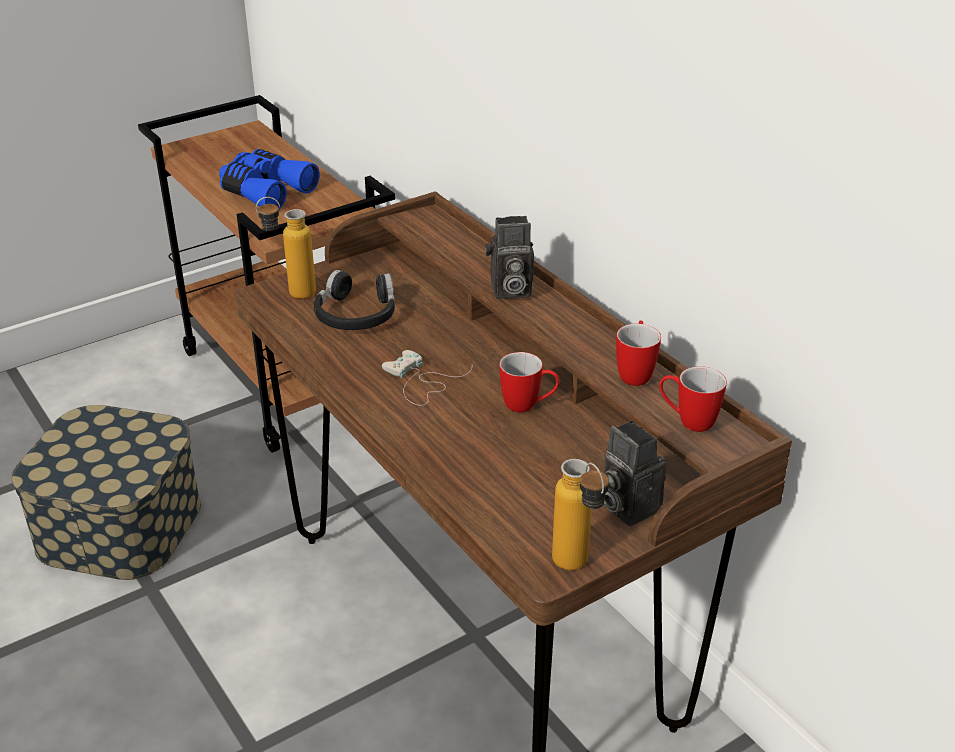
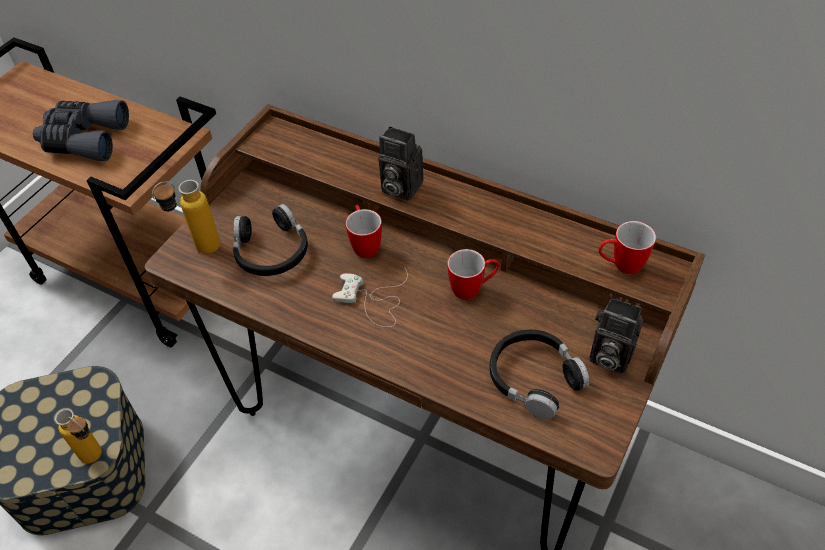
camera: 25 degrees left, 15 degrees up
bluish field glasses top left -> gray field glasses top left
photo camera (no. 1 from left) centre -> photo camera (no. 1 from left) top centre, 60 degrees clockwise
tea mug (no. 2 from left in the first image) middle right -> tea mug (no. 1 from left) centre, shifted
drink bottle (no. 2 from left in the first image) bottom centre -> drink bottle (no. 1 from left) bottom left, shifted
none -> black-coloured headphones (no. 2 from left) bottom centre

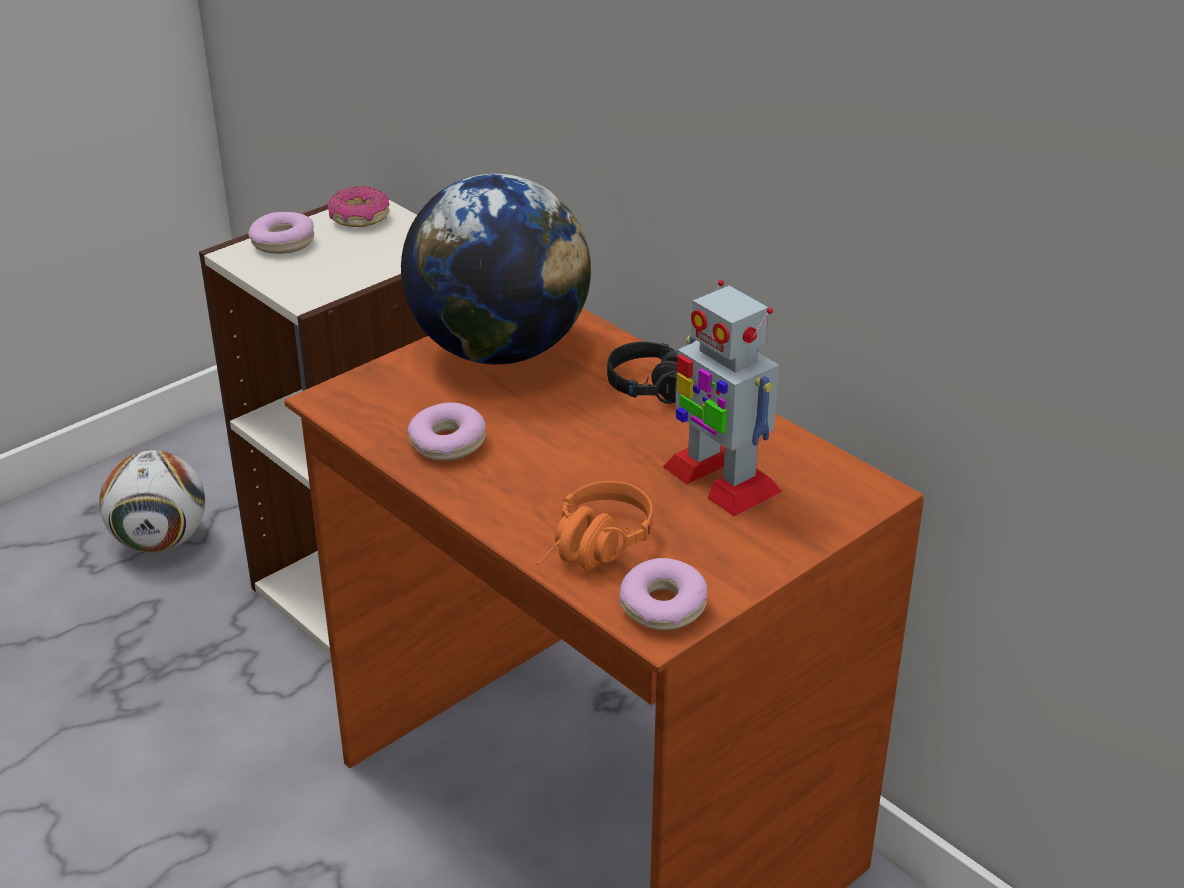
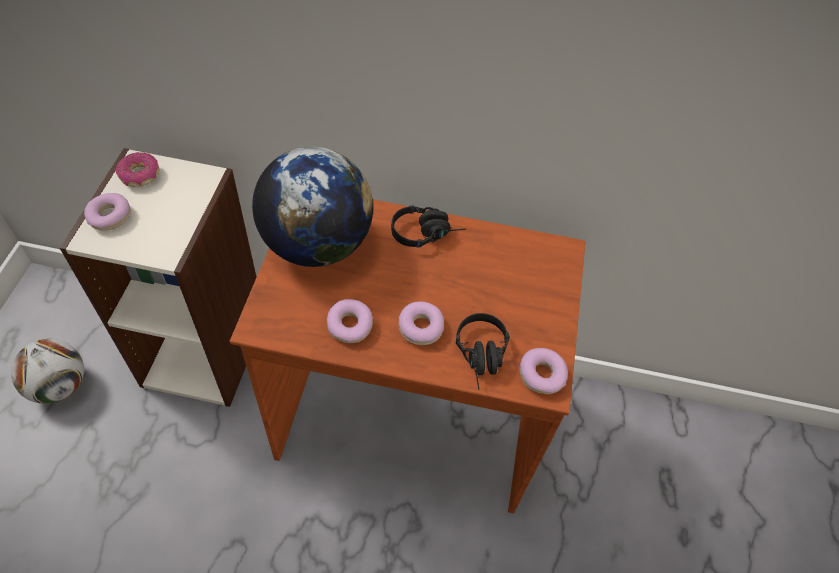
camera: 40 degrees left, 20 degrees up
toy robot centre -> none
orange-coloured headphones centre -> black-coloured headphones (no. 2 from left) centre
none -> ring doughnut (no. 4 from left) centre

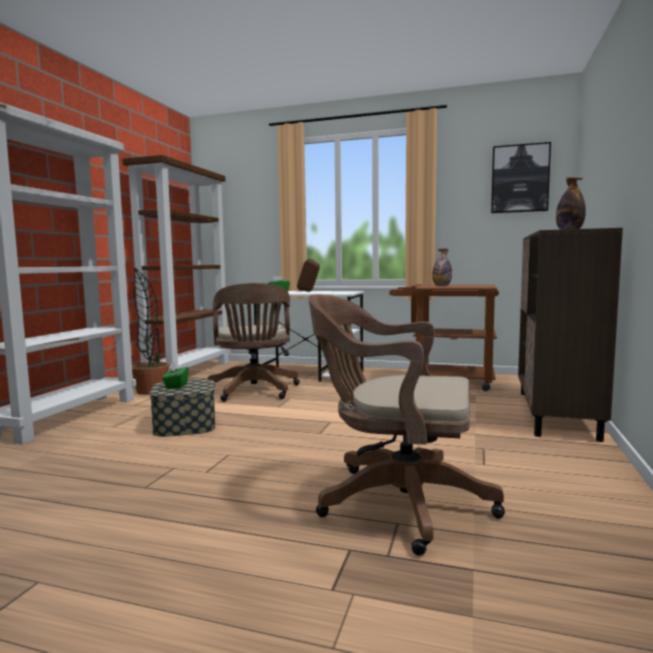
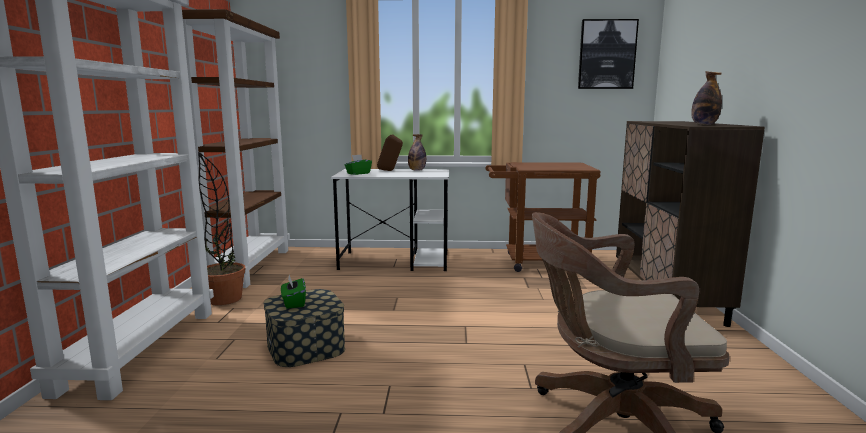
camera: 15 degrees left, 5 degrees up
drink bottle (no. 1 from left) middle right -> drink bottle (no. 1 from left) centre, shifted
brownish office chair (no. 1 from left) centre -> none

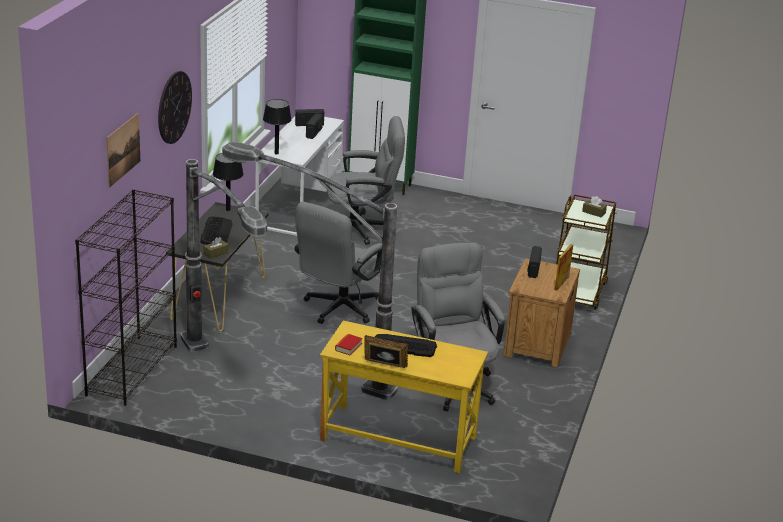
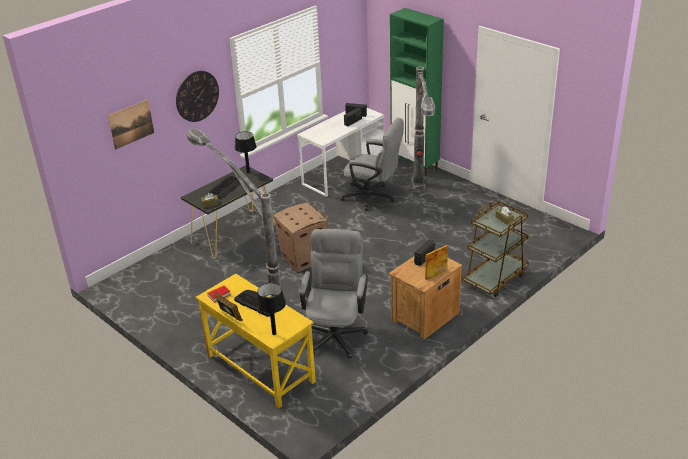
camera: 30 degrees right, 5 degrees up
black-coloured table lamp (no. 2 from left) top centre -> black-coloured table lamp (no. 2 from left) bottom centre, shifted
standard lamp (no. 1 from left in the first image) middle left -> standard lamp (no. 2 from left) top centre, shifted
black-coloured bookcase middle left -> none
gray office chair (no. 1 from left) centre -> carton centre

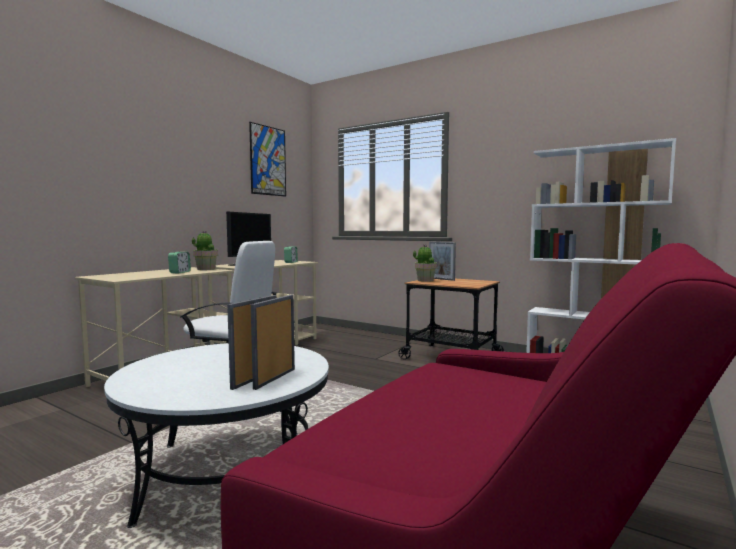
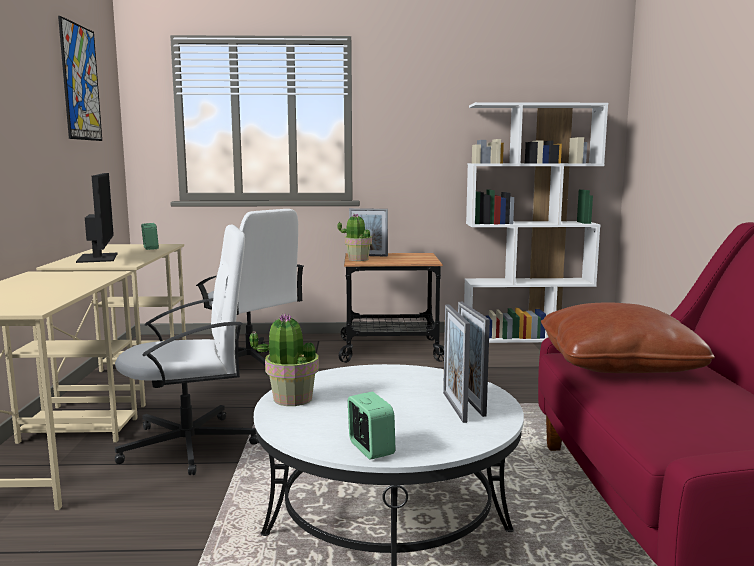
camera: 35 degrees left, 5 degrees up
houseplant (no. 1 from left) middle left -> houseplant (no. 1 from left) centre, shifted
bedside clock (no. 1 from left in the first image) middle left -> bedside clock (no. 2 from left) bottom centre, shifted
none -> white office chair (no. 2 from left) middle left
none -> brownish cushion middle right

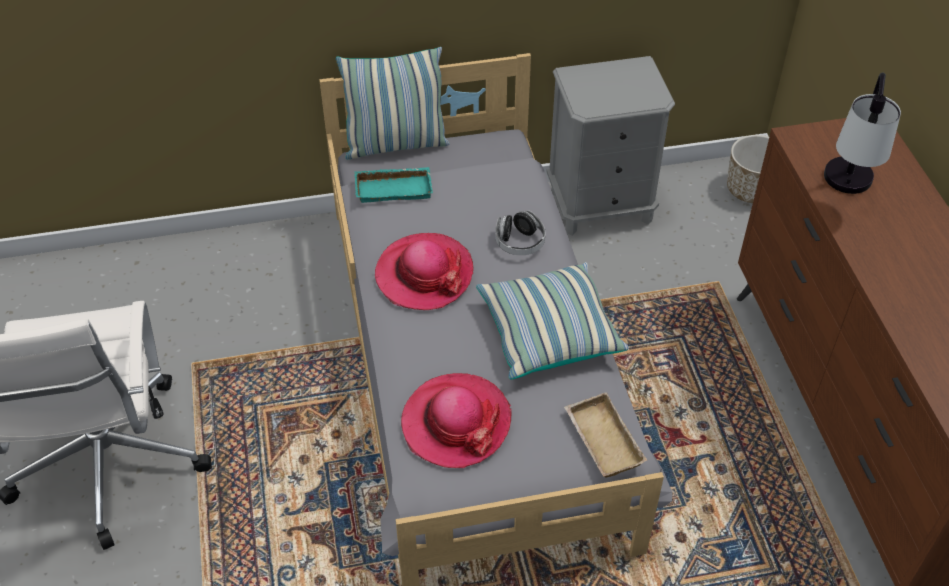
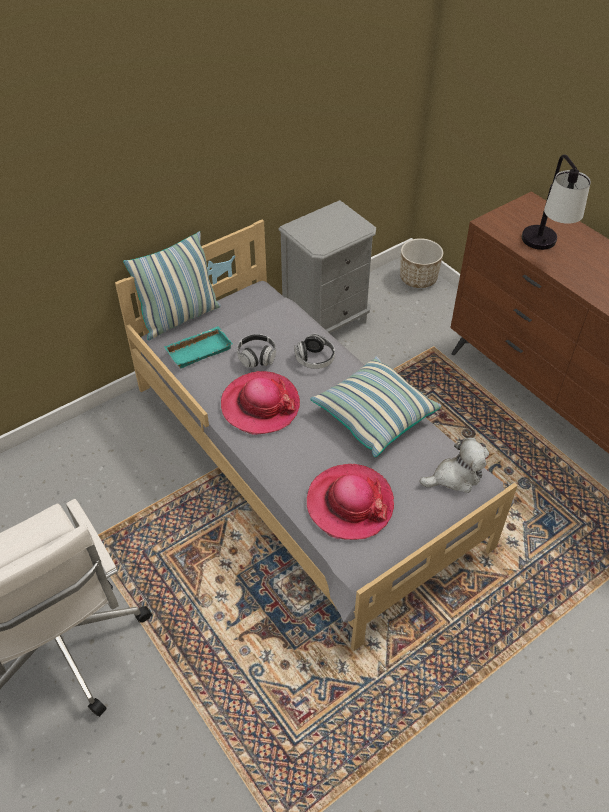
camera: 25 degrees left, 0 degrees up
beige-coloured carrying tray bottom centre -> cuddly toy middle right
none -> headphones (no. 1 from left) centre

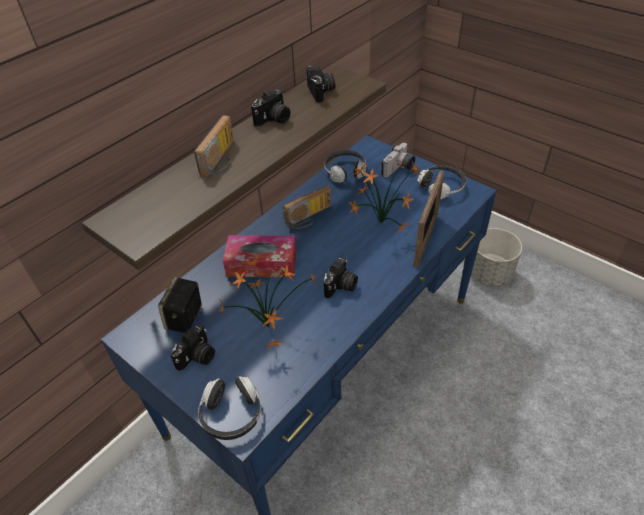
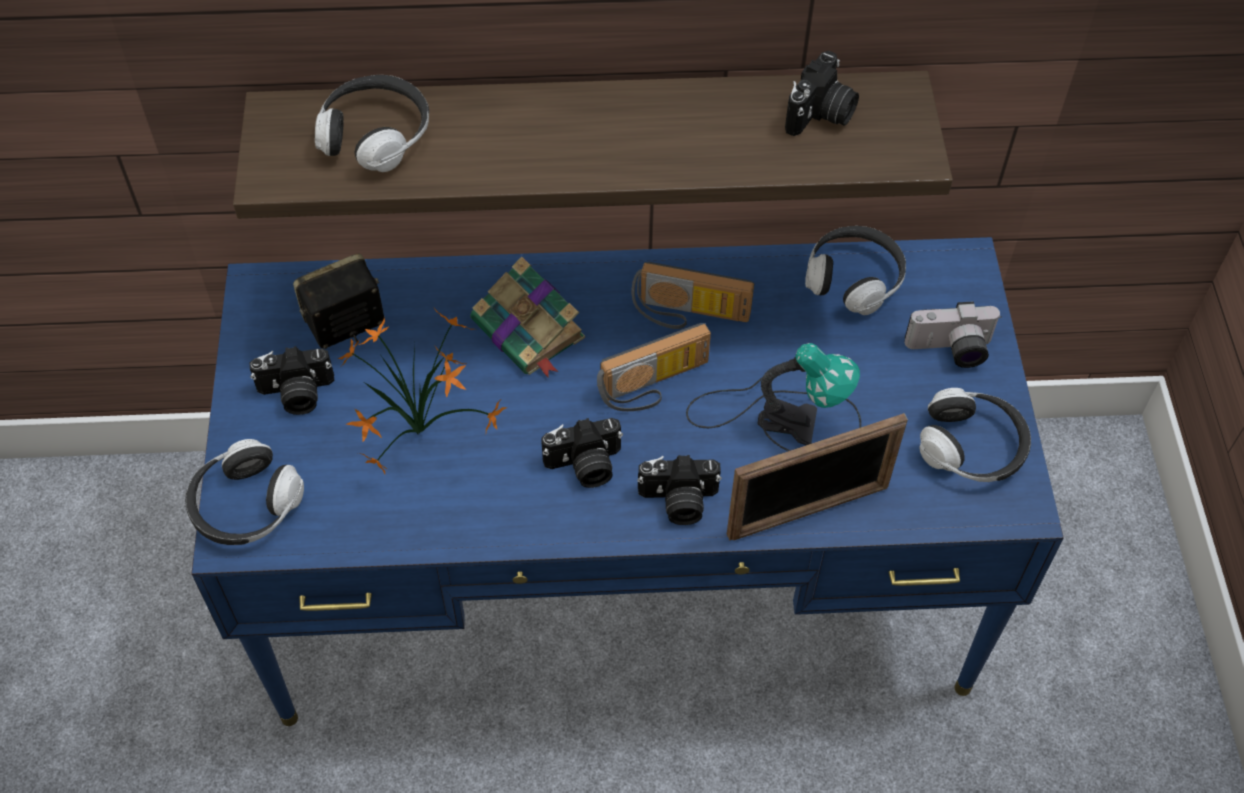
camera: 45 degrees right, 10 degrees up
photo camera (no. 2 from left in the first image) top centre -> photo camera (no. 3 from left) centre, shifted
radio set (no. 1 from left) top left -> radio set (no. 1 from left) centre, shifted
houseplant (no. 2 from left) centre -> table lamp centre
gray planter middle right -> none
tissue box centre -> book centre
none -> headphones (no. 2 from left) top left

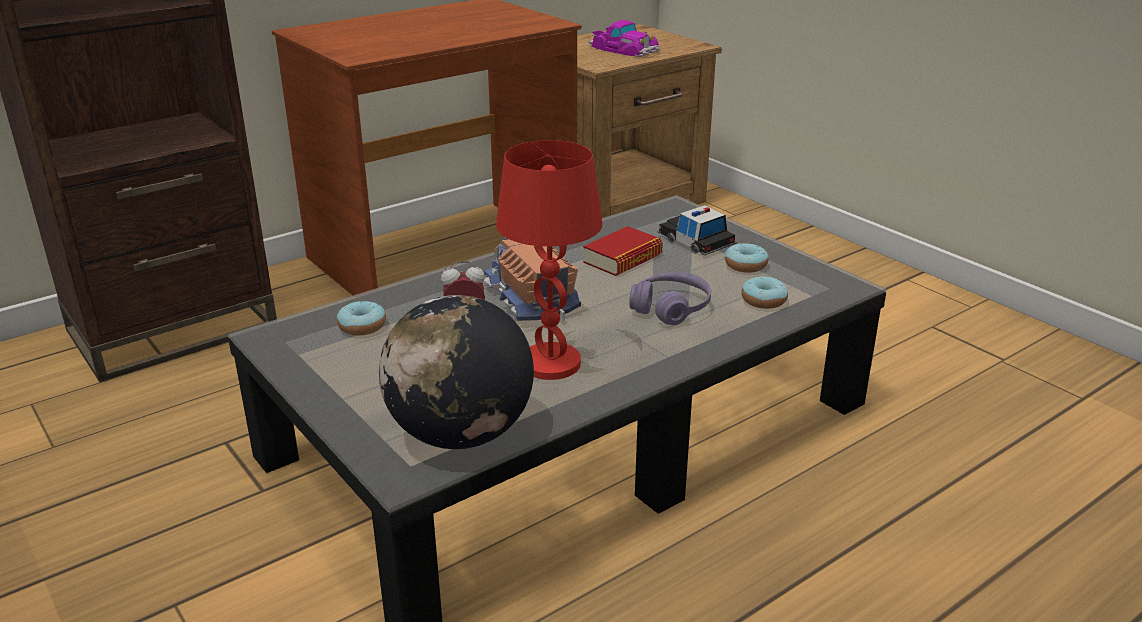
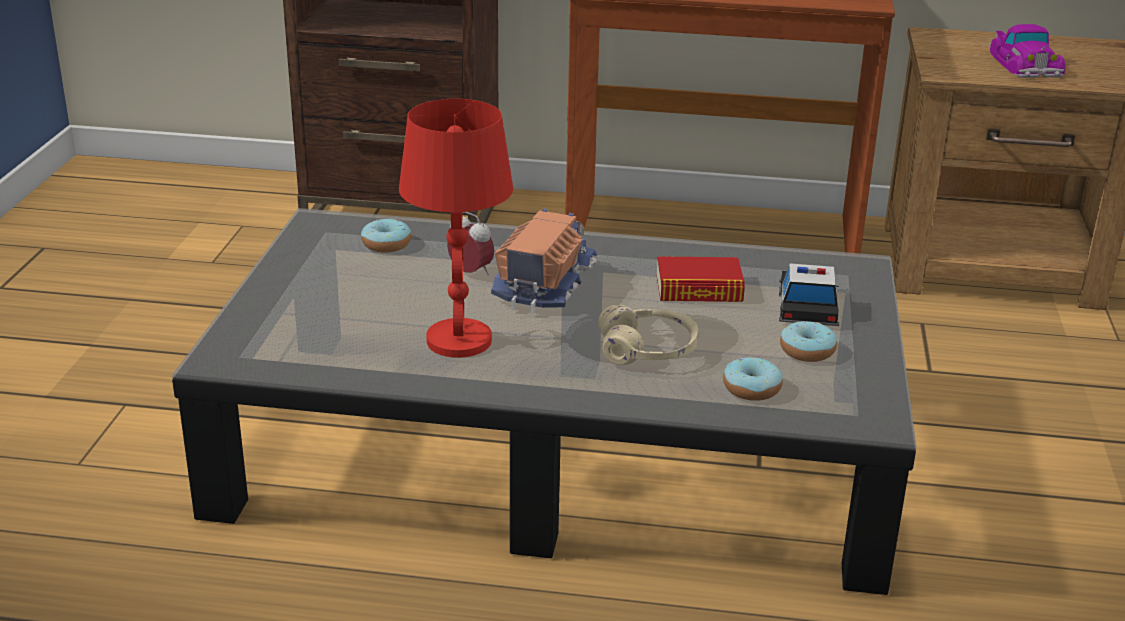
camera: 45 degrees right, 0 degrees up
purple headphones centre -> beige-coloured headphones centre
globe centre -> none

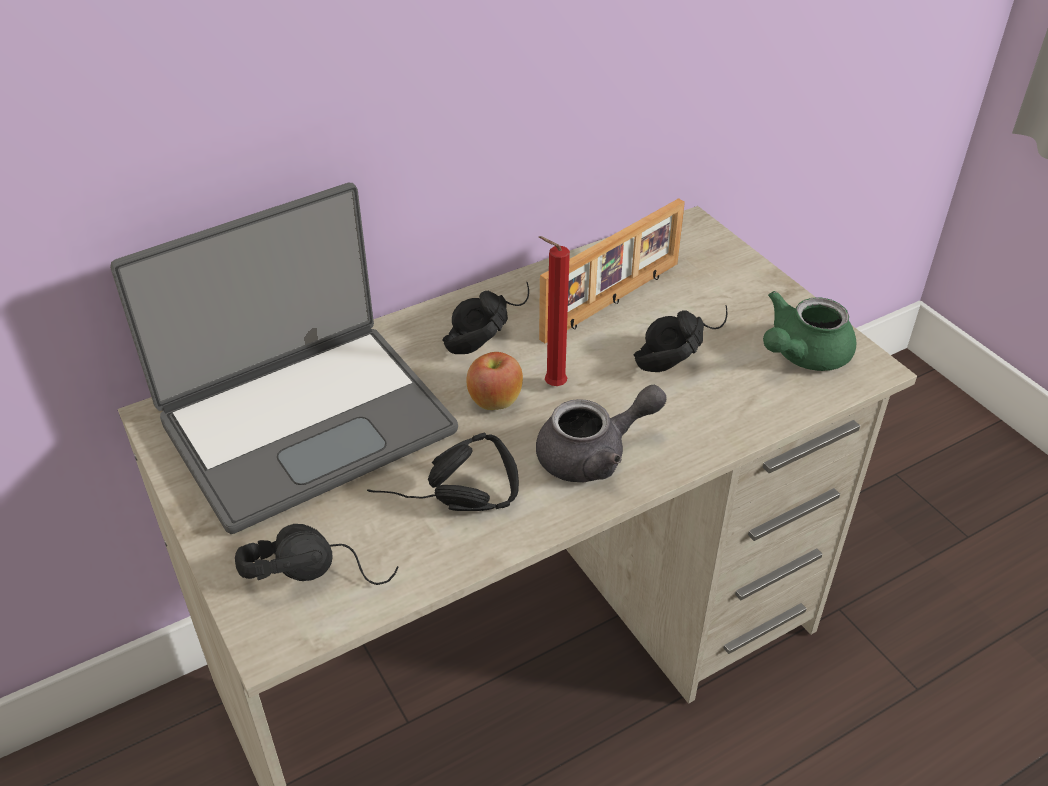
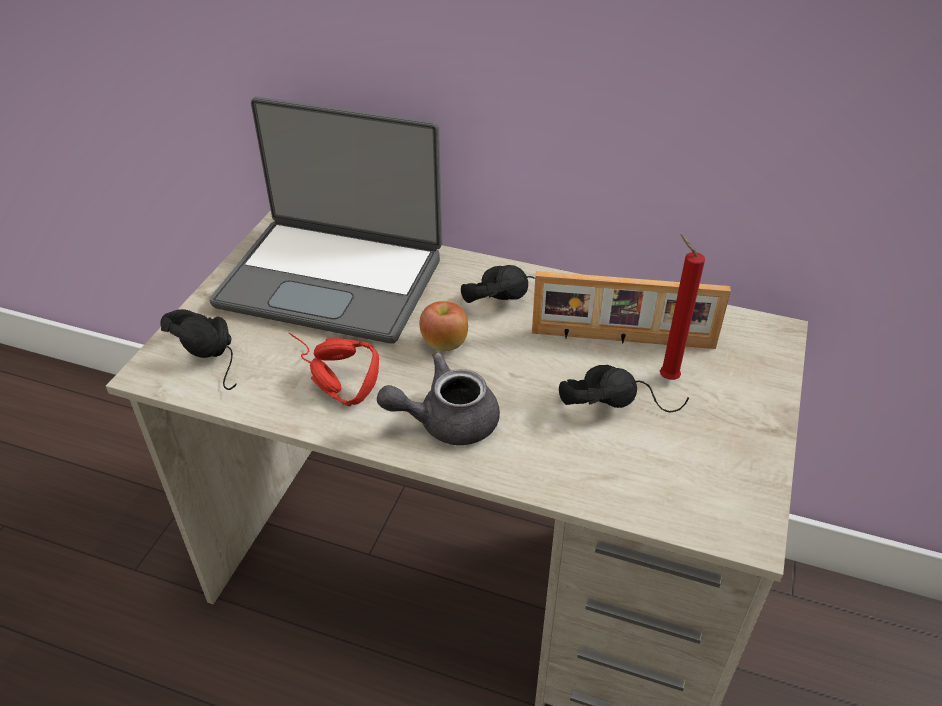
camera: 50 degrees right, 0 degrees up
red-coloured wax candle centre -> red-coloured wax candle middle right, shifted
greenish pot for tea middle right -> none
gray pot for tea centre, 135 degrees clockwise
black-coloured headphones (no. 2 from left) centre -> red-coloured headphones centre

